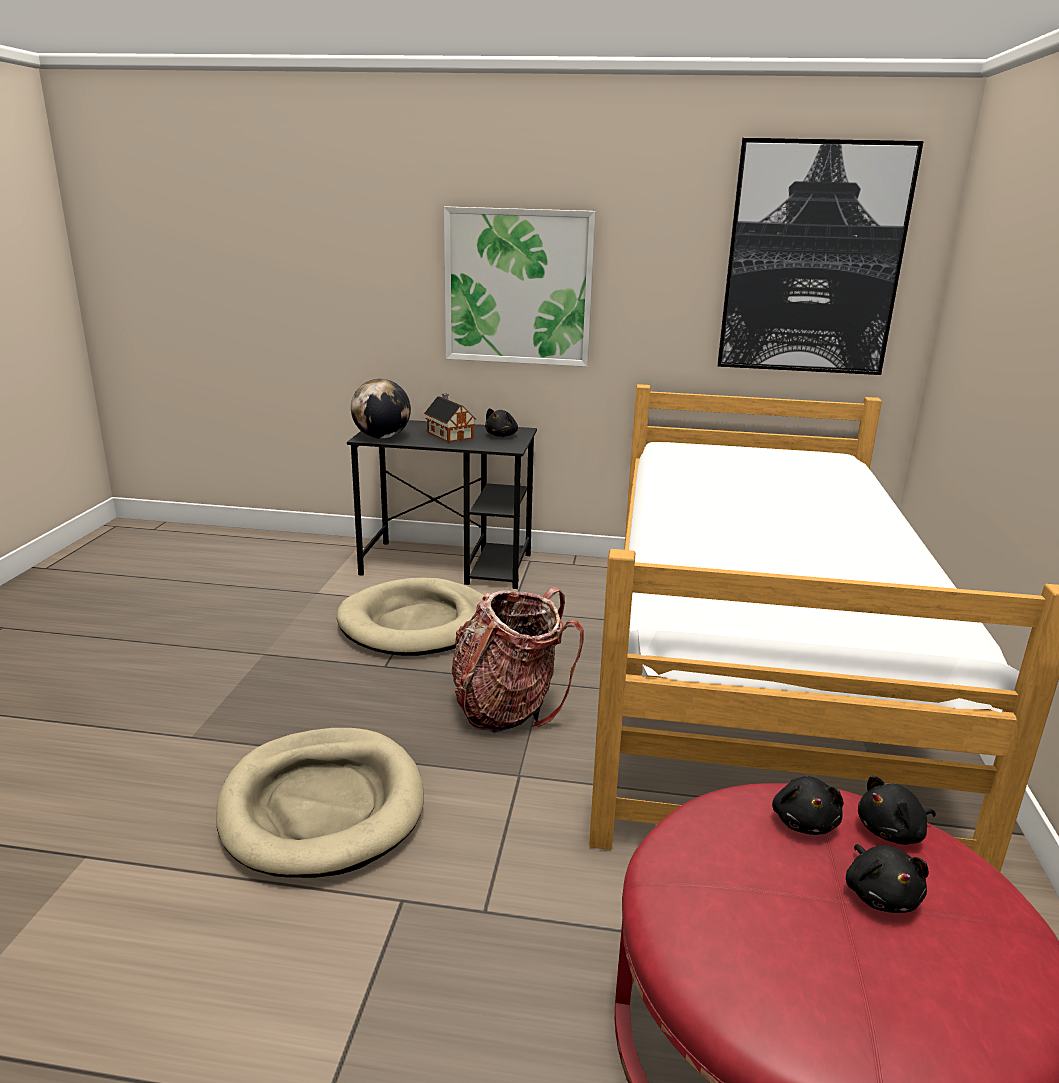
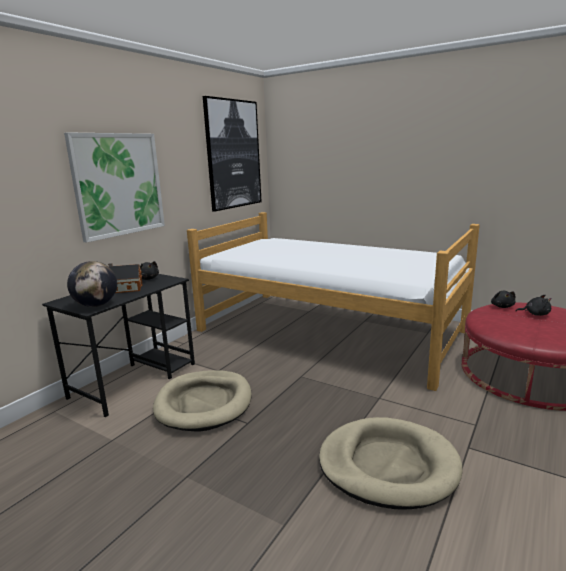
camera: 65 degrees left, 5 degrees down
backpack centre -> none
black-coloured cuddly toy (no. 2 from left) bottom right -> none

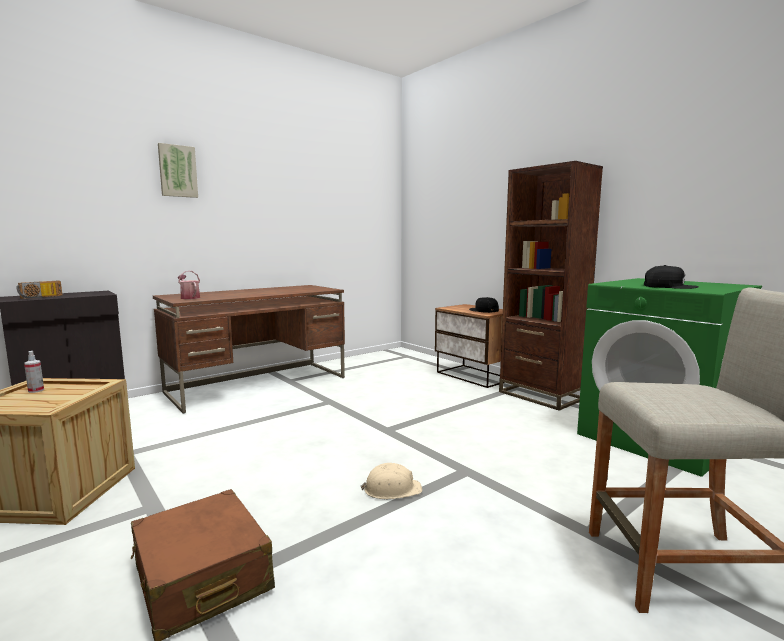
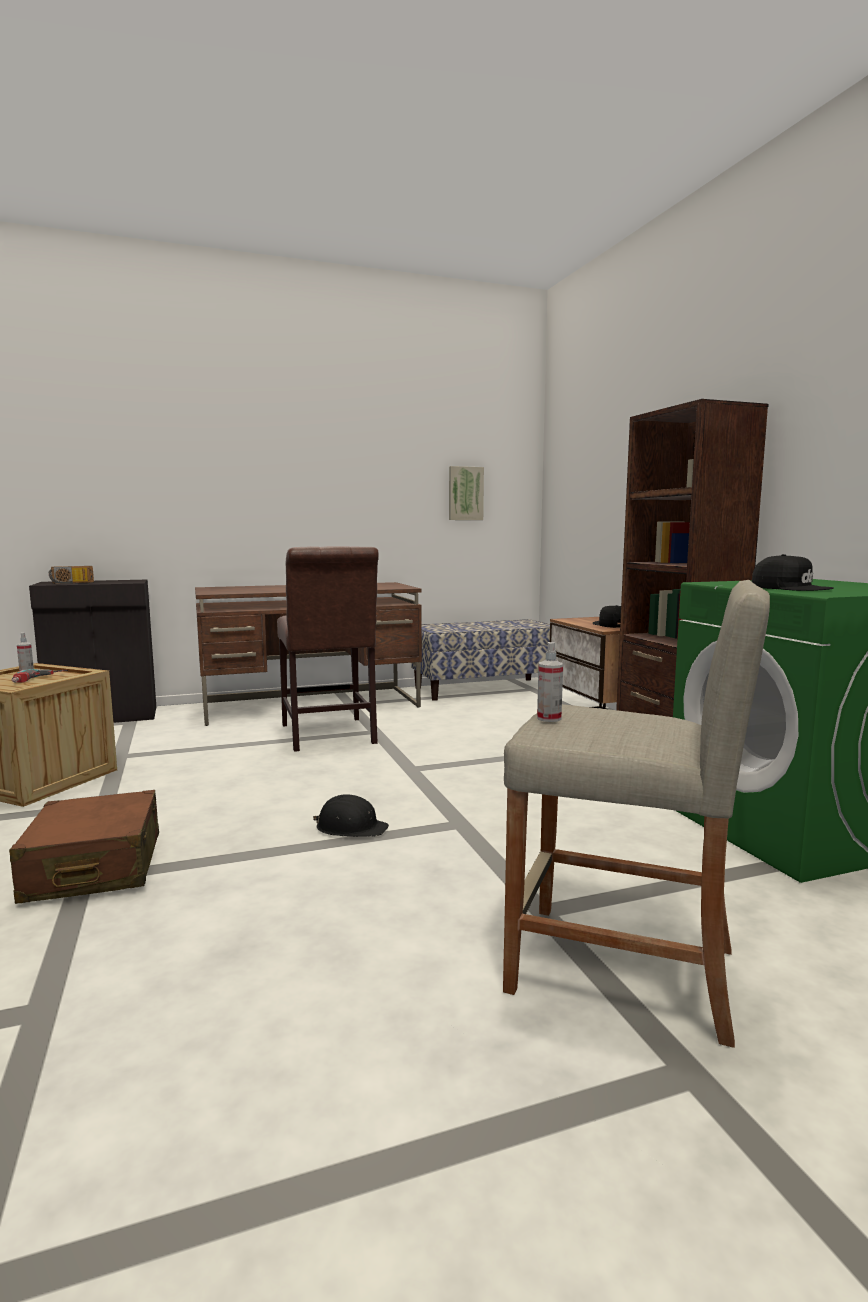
camera: 20 degrees right, 0 degrees up
picture top left -> picture centre, shifted
sprinkling can middle left -> none
beige-coloured work helmet bottom centre -> black-coloured work helmet centre
none -> brownish plain chair centre
none -> indoor bench centre
none -> hand sprayer (no. 2 from left) centre
none -> drill middle left

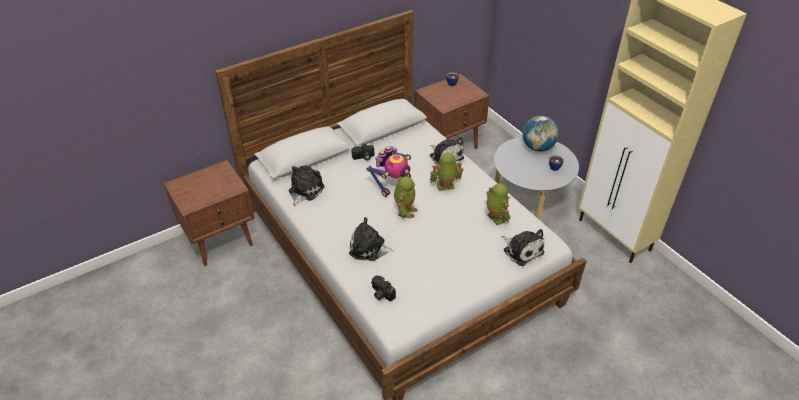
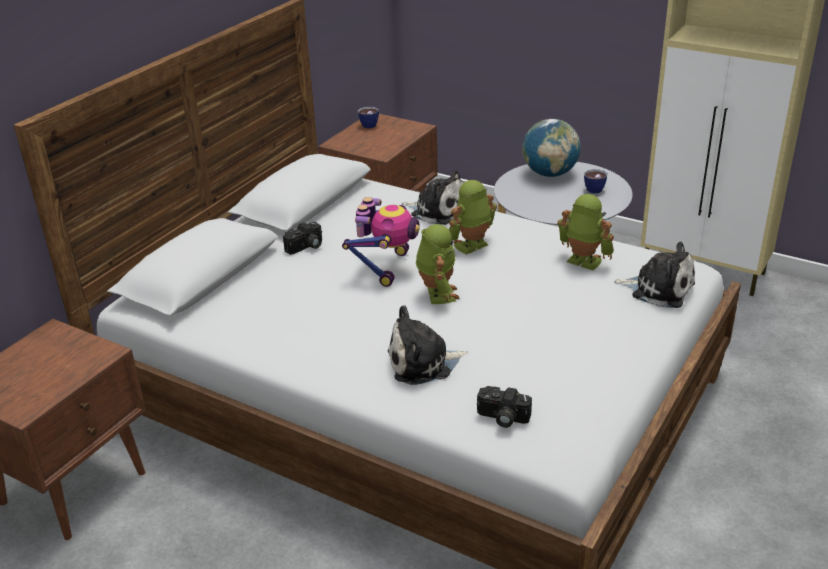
camera: 25 degrees left, 10 degrees down
cuddly toy (no. 1 from left) centre -> none

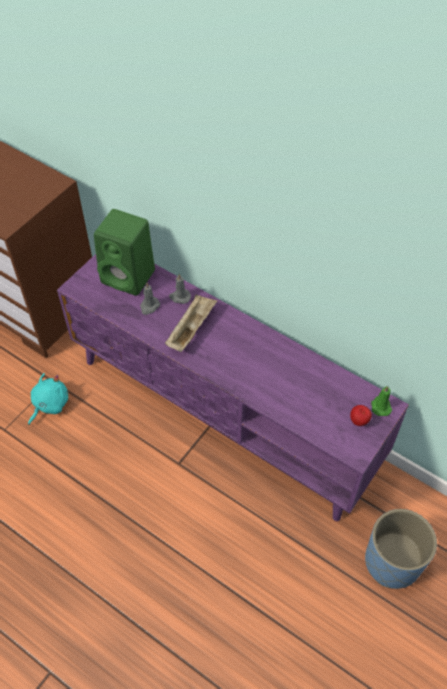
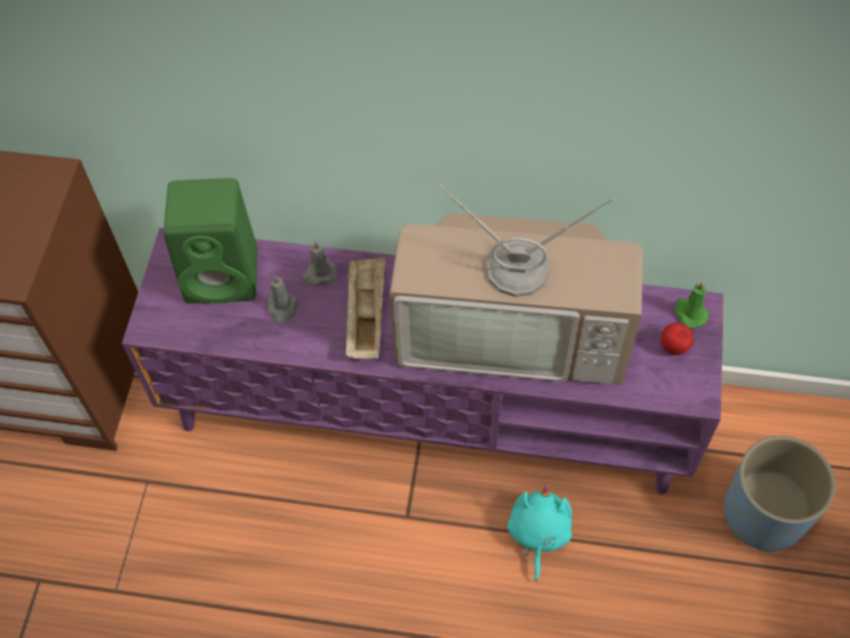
camera: 25 degrees left, 5 degrees up
turquoise cuddly toy middle left -> turquoise cuddly toy bottom centre, shifted
none -> TV set centre

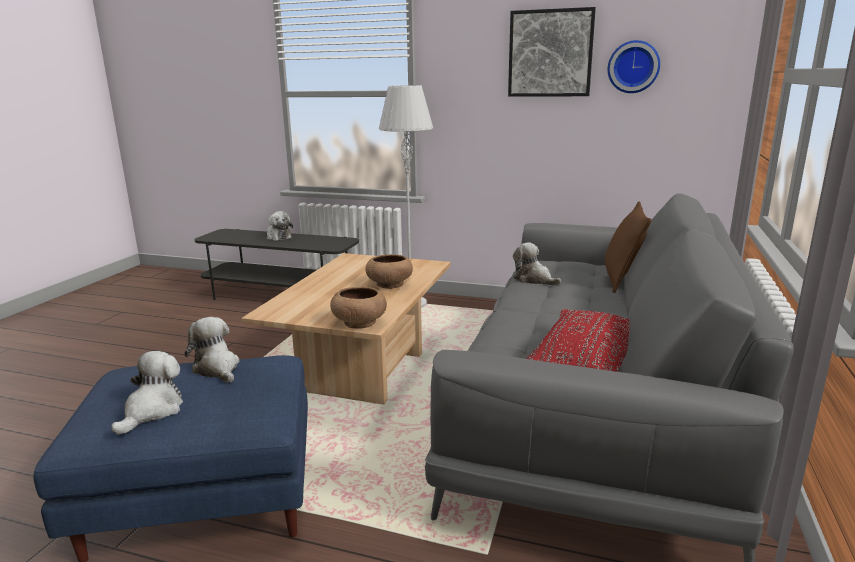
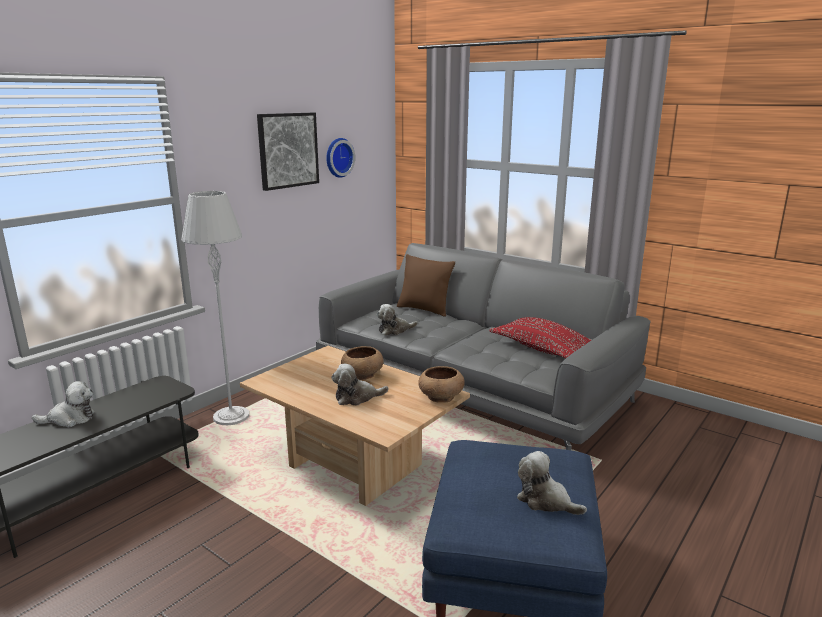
camera: 70 degrees left, 0 degrees up
cuddly toy (no. 2 from left) middle left -> cuddly toy (no. 2 from left) centre, shifted

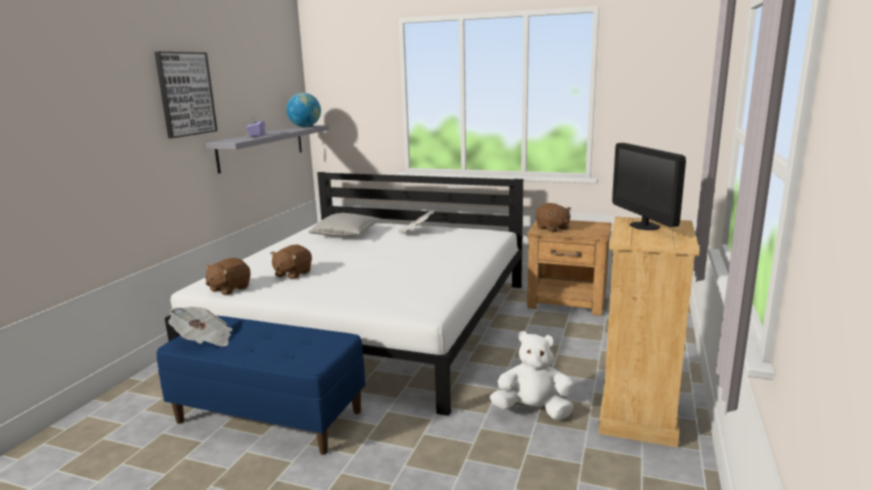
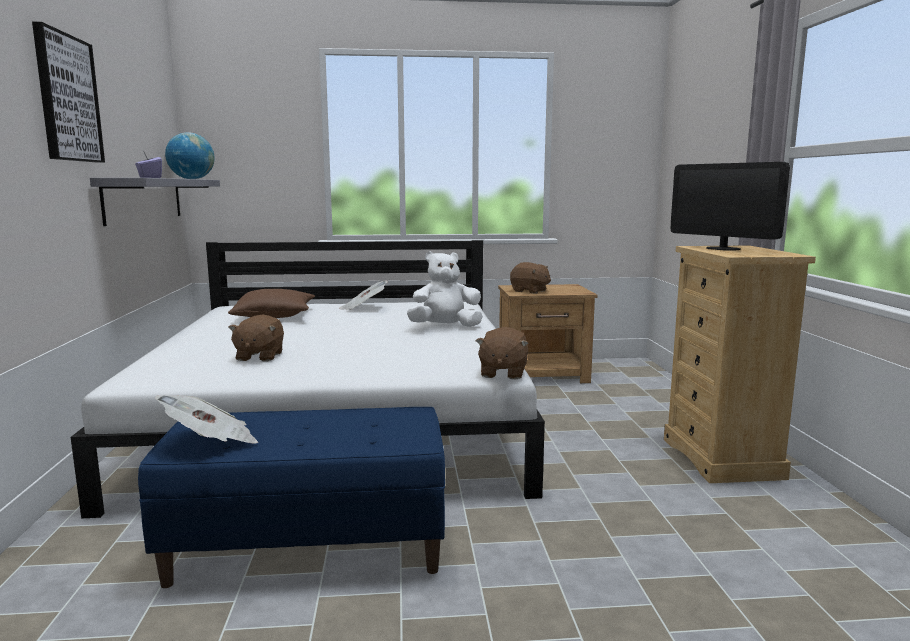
camera: 25 degrees left, 5 degrees down
gray cushion centre -> brownish cushion middle left
brownish cuddly toy (no. 1 from left in the first image) middle left -> brownish cuddly toy (no. 2 from left) centre, shifted
white cuddly toy bottom centre -> white cuddly toy centre, shifted

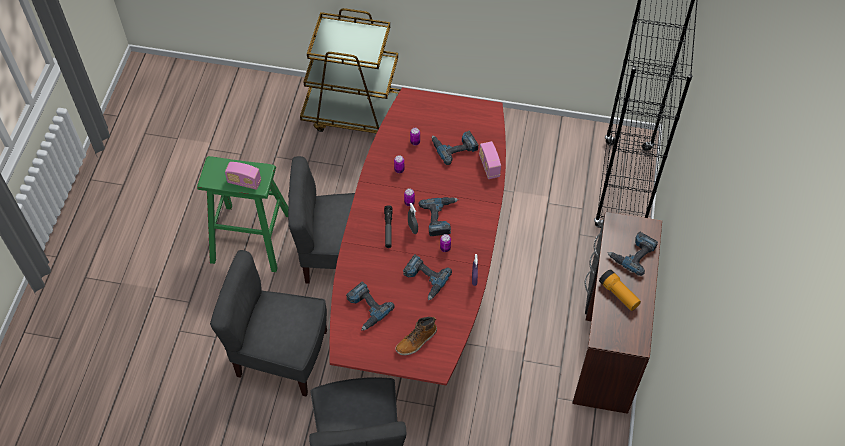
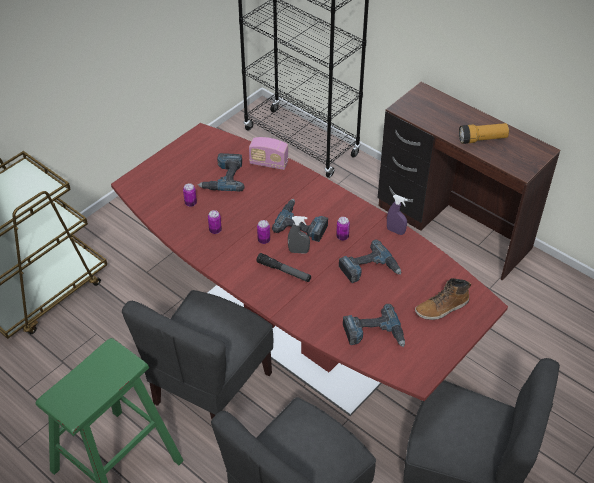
camera: 60 degrees left, 10 degrees down
radio set (no. 1 from left) middle left -> none
drill (no. 5 from left) middle right -> none
boot bottom centre -> boot middle right, 75 degrees clockwise

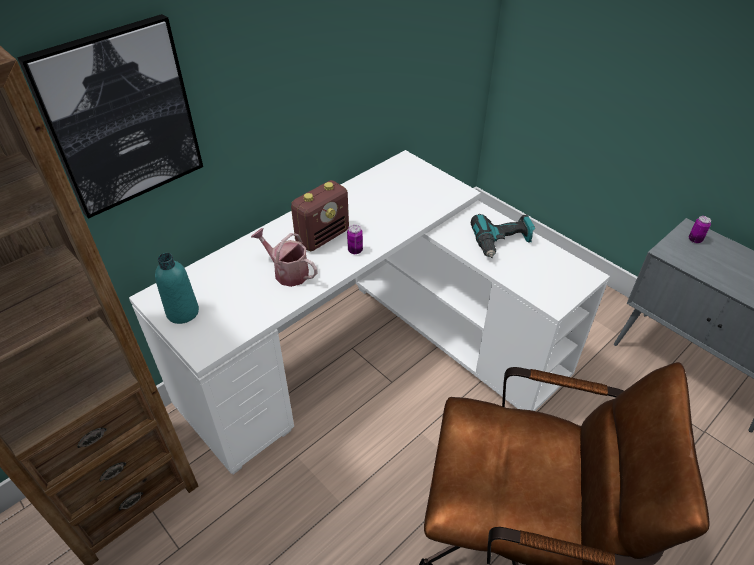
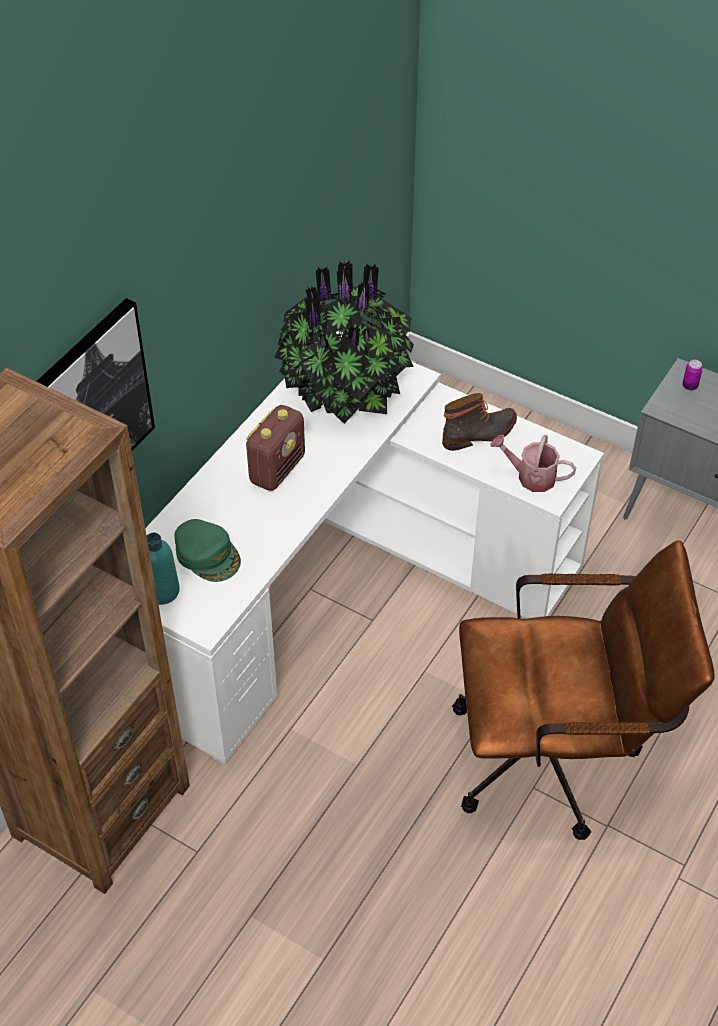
camera: 15 degrees left, 5 degrees up
drill middle right -> boot middle right
can (no. 1 from left) centre -> none
sprinkling can centre -> sprinkling can middle right, shifted
none -> houseplant centre
none -> greenish peaked cap middle left

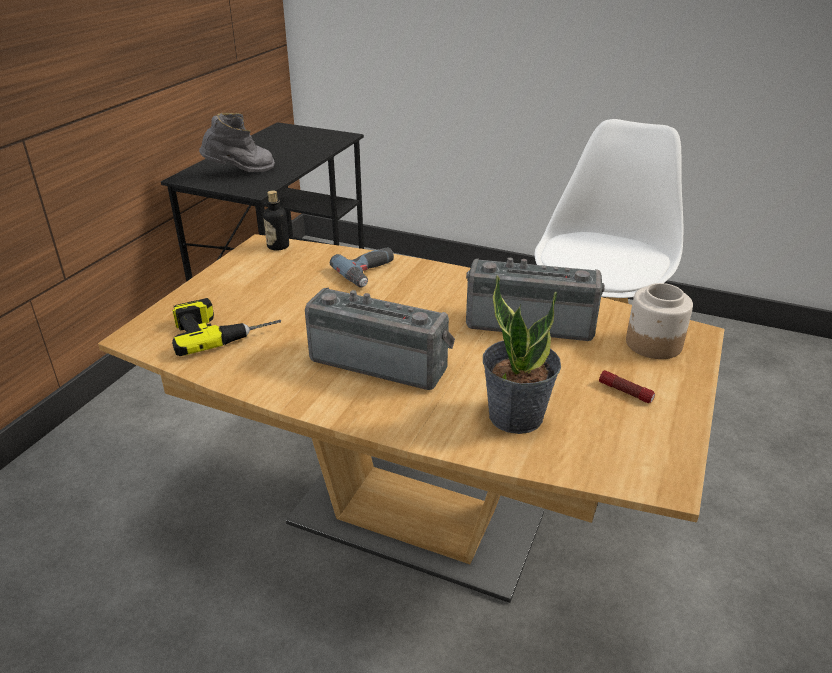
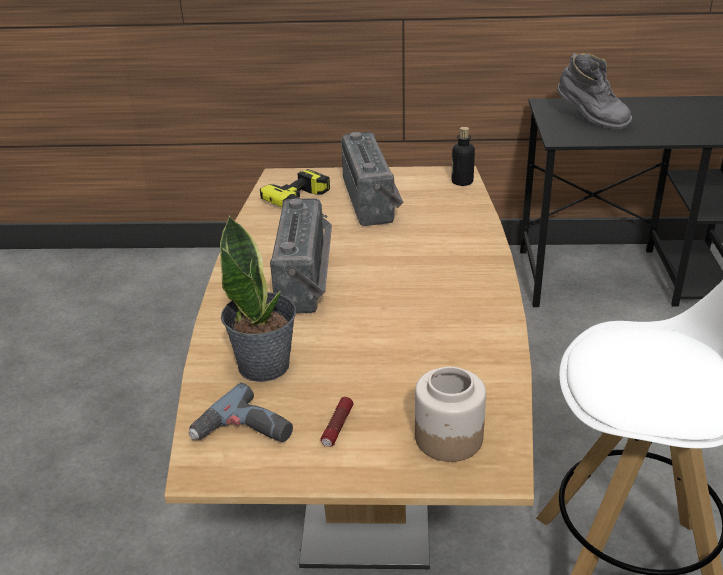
camera: 70 degrees right, 0 degrees up
drill (no. 2 from left in the first image) centre -> drill (no. 1 from left) bottom centre, shifted
radio set (no. 2 from left) centre -> radio set (no. 2 from left) top centre, shifted

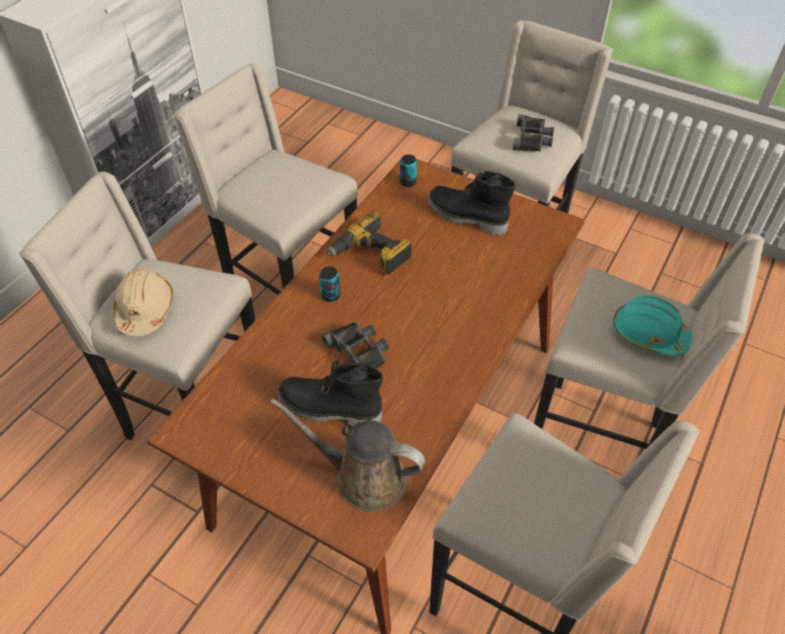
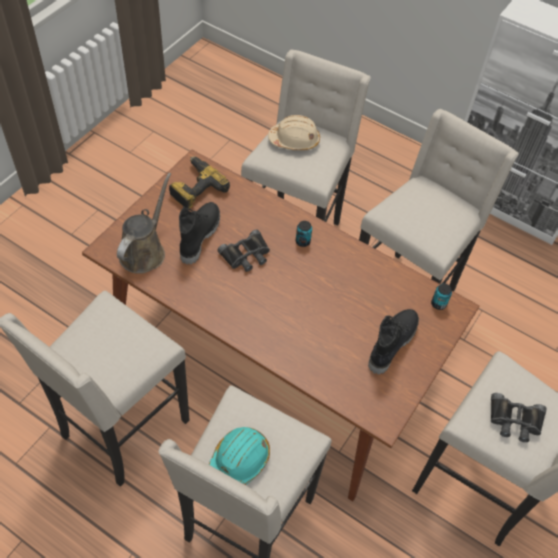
camera: 90 degrees right, 5 degrees up
drill centre -> drill top centre, shifted

